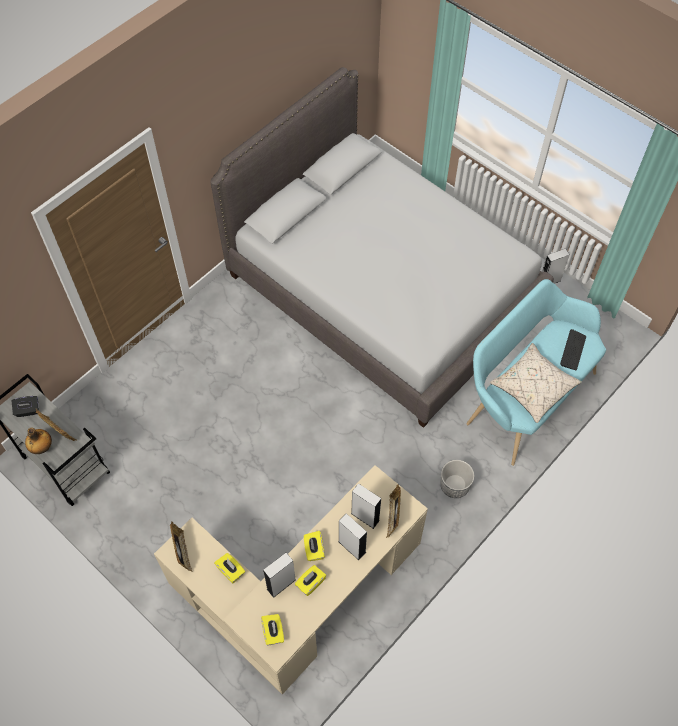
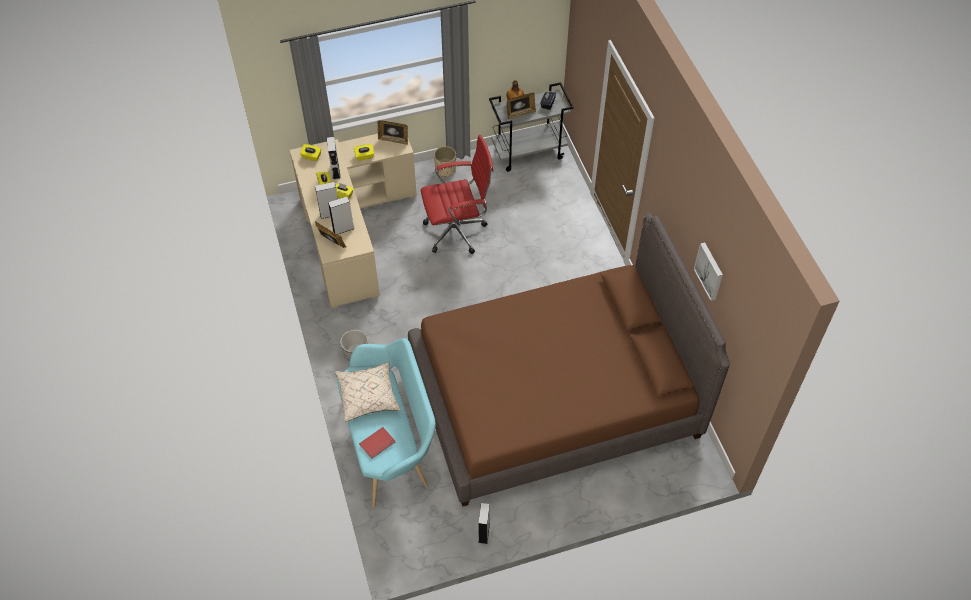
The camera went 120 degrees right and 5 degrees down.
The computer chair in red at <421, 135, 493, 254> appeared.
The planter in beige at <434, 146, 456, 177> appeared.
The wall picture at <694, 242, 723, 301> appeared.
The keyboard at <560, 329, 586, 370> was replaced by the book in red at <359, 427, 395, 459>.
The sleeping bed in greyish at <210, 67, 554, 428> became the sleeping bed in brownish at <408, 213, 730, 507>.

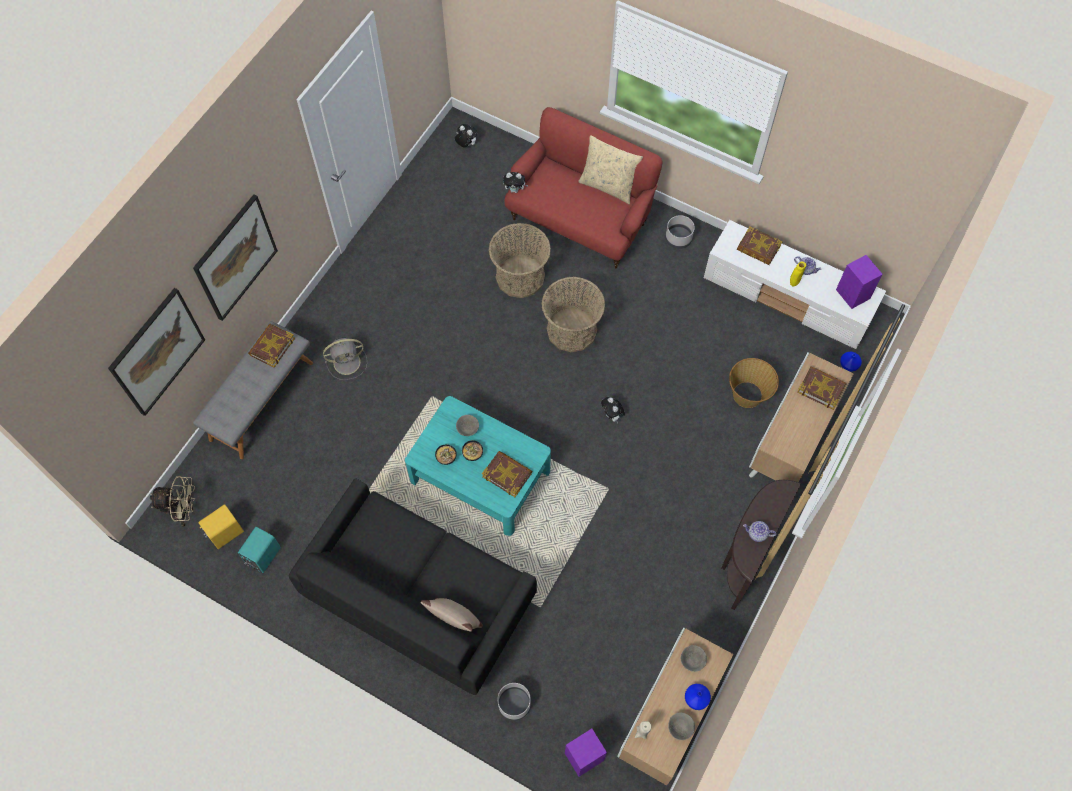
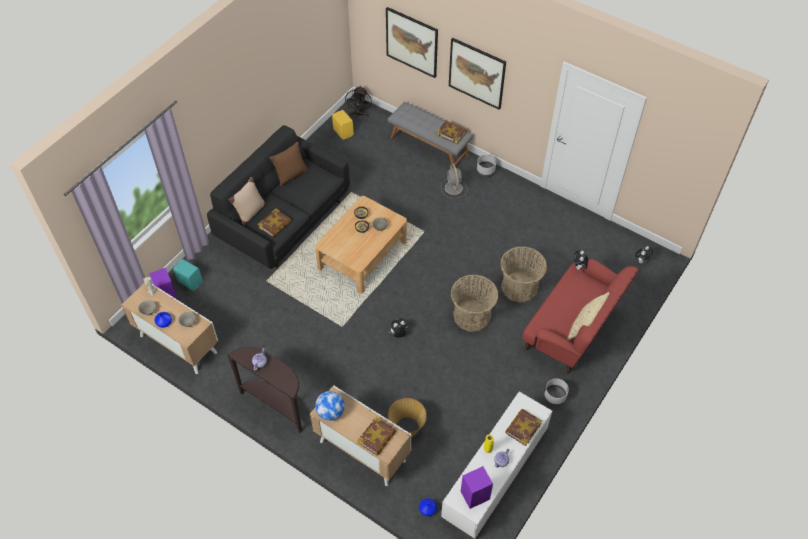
The camera went 95 degrees right and 10 degrees down.
The throw pillow in brownish at <269, 142, 308, 186> appeared.
The desk globe at <315, 391, 345, 421> appeared.
The loudspeaker in turquoise-coloured moved from <238, 527, 281, 573> to <173, 259, 203, 291>.
The book moved from <482, 451, 532, 497> to <258, 209, 291, 237>.
The planter in greyish moved from <497, 683, 531, 721> to <477, 154, 496, 177>.
The fan in beige at <150, 476, 195, 527> became the fan in black-coloured at <345, 86, 372, 117>.
The lounge table in turquoise-coloured at <405, 396, 551, 536> became the lounge table in beige at <315, 196, 407, 294>.

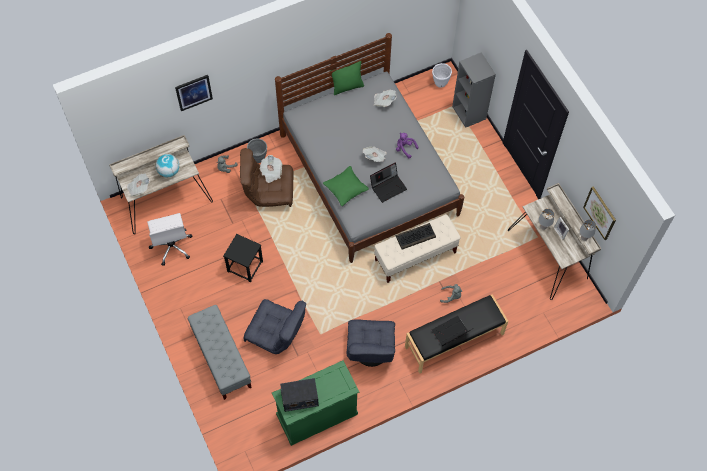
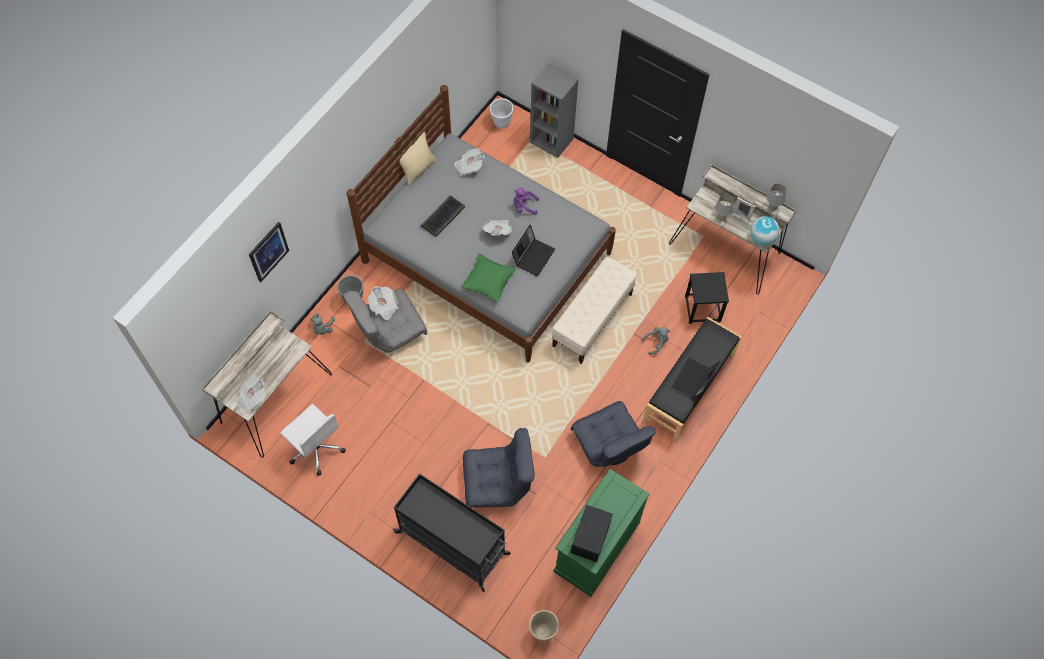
The camera went 30 degrees left and 0 degrees up.
The wall picture at <583, 186, 616, 240> disappeared.
The planter in beige at <529, 610, 559, 642> appeared.
The desk globe moved from <156, 154, 179, 177> to <750, 216, 780, 245>.
The sitting stool in black-coloured moved from <223, 234, 263, 282> to <685, 272, 729, 324>.
The keyboard moved from <396, 223, 436, 250> to <421, 195, 465, 237>.
The long seat in greyish at <188, 305, 252, 400> was replaced by the trolley in black-coloured at <393, 473, 510, 592>.
The easy chair in brownish at <240, 148, 293, 207> became the easy chair in greyish at <344, 289, 427, 353>.
The throw pillow in green-coloured at <330, 61, 364, 95> became the throw pillow in beige at <397, 132, 436, 185>.
The radio set at <280, 378, 319, 412> turned 150 degrees clockwise.

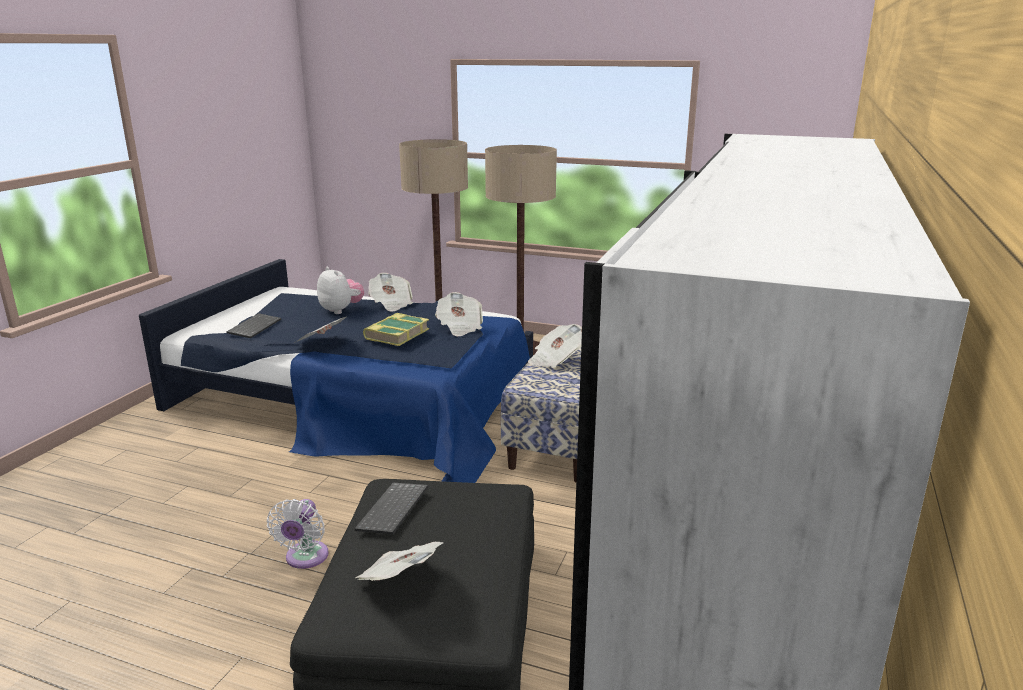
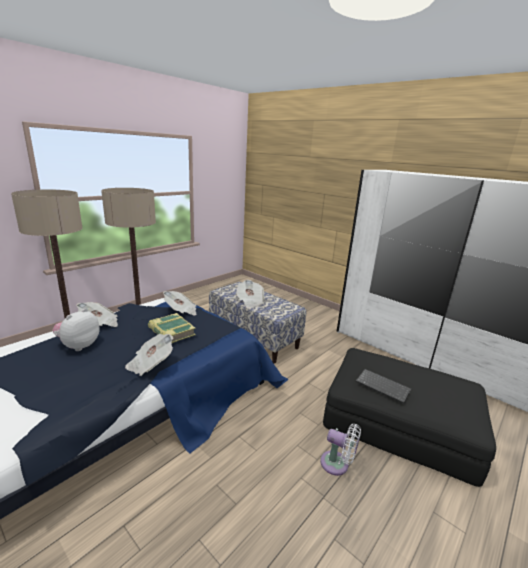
The camera went 70 degrees left and 0 degrees up.
The keyboard at <226, 313, 281, 338> disappeared.
The newspaper at <356, 542, 444, 581> disappeared.
The plush toy at <317, 267, 364, 314> turned 45 degrees counterclockwise.

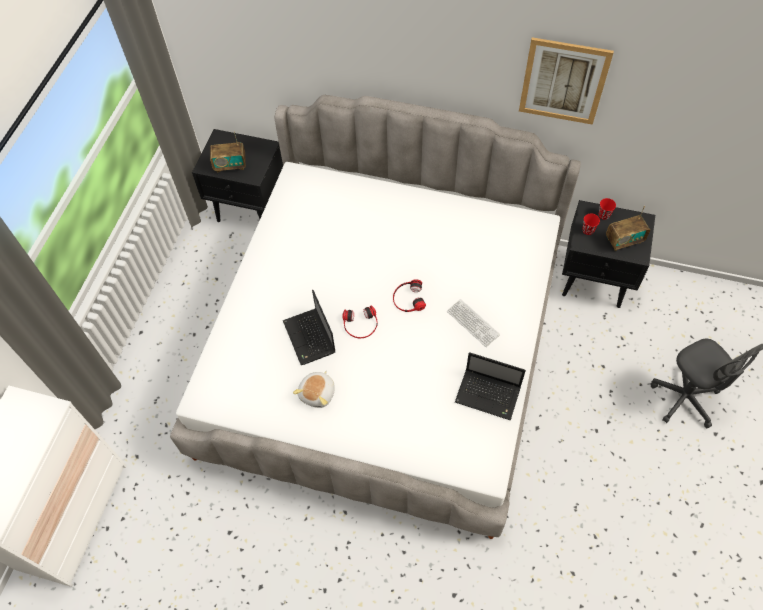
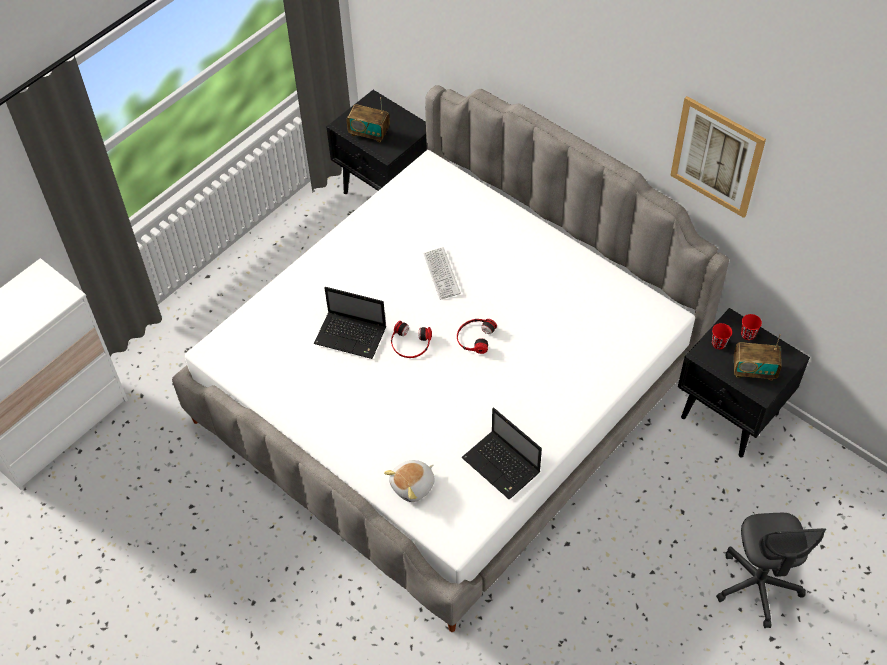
The camera went 25 degrees right and 5 degrees down.
The plush toy moved from <293, 370, 335, 408> to <384, 460, 435, 502>.
The keyboard moved from <447, 299, 500, 347> to <423, 247, 461, 300>.
The notebook computer at <283, 290, 335, 365> turned 75 degrees counterclockwise.

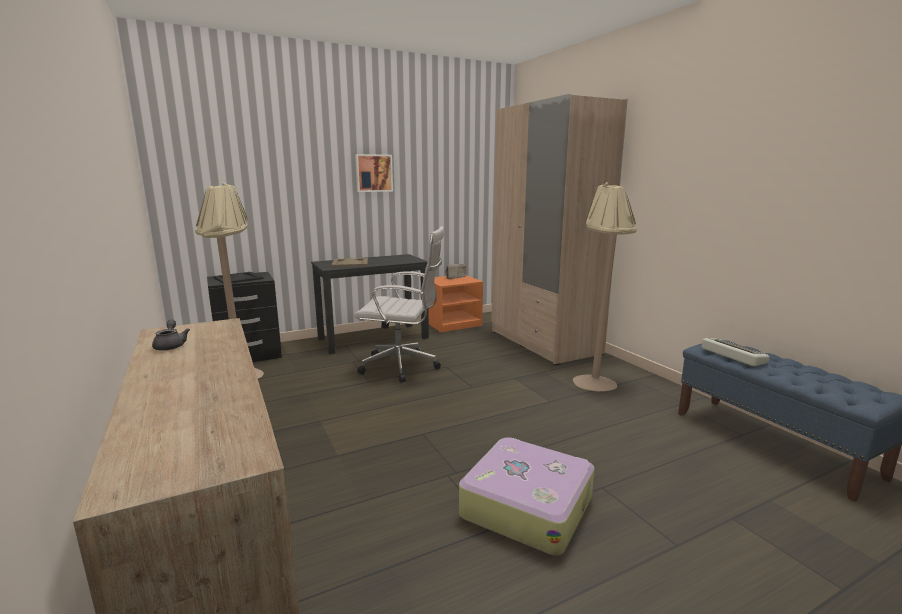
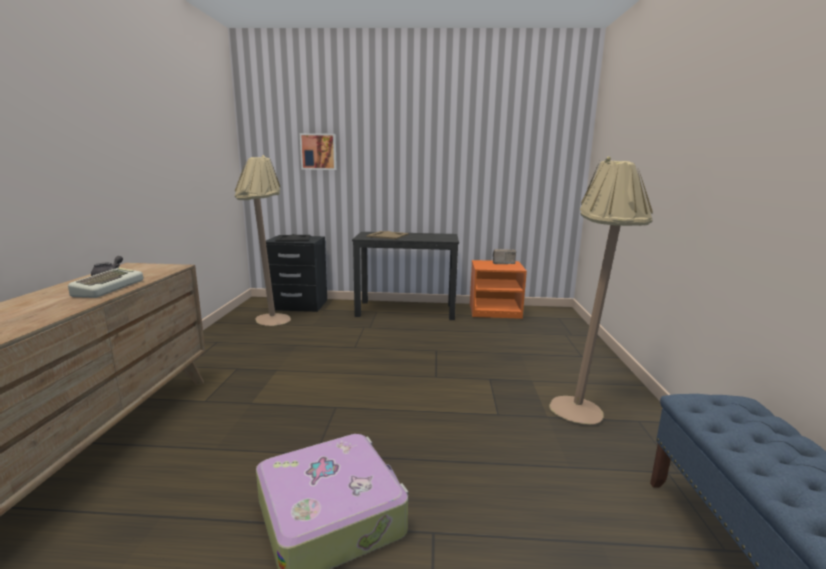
The camera went 30 degrees right and 0 degrees up.
The computer chair in white-coloured at <354, 226, 444, 383> disappeared.
The wardrobe in beige at <491, 94, 628, 365> disappeared.
The wall picture moved from <355, 154, 393, 192> to <300, 133, 337, 170>.
The keyboard moved from <702, 338, 770, 366> to <68, 268, 143, 298>.

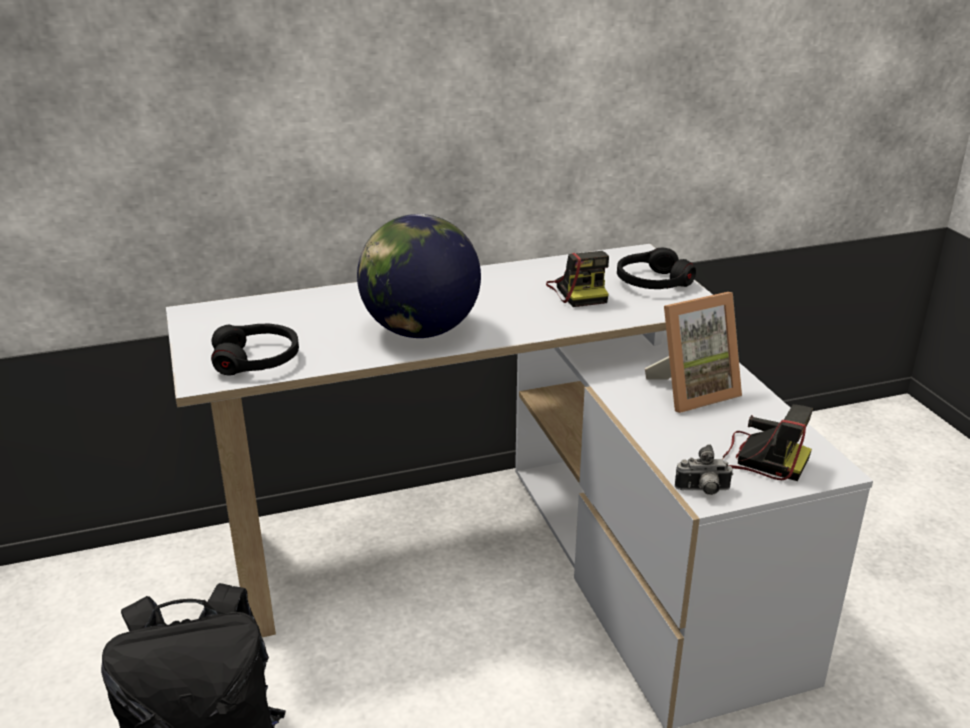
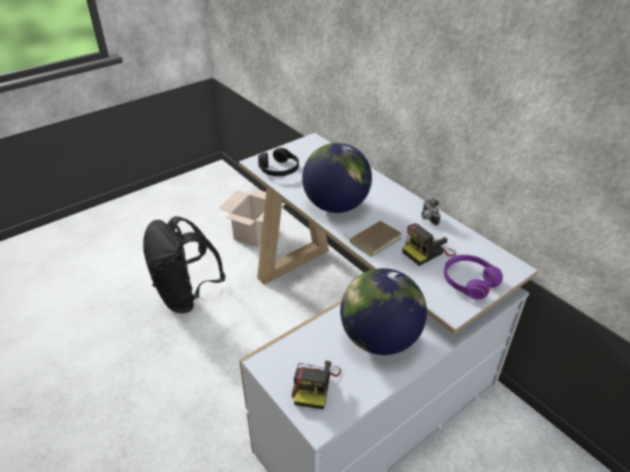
The camera went 70 degrees right and 10 degrees up.
The packing box at <219, 189, 286, 247> appeared.
The book in brownish at <344, 221, 402, 257> appeared.
The photo camera moved from <675, 444, 733, 495> to <421, 198, 441, 225>.
The standing frame at <645, 292, 742, 413> was replaced by the desk globe at <340, 268, 427, 355>.
The headphones in black-coloured at <617, 248, 696, 289> became the headphones in purplish at <444, 255, 503, 300>.

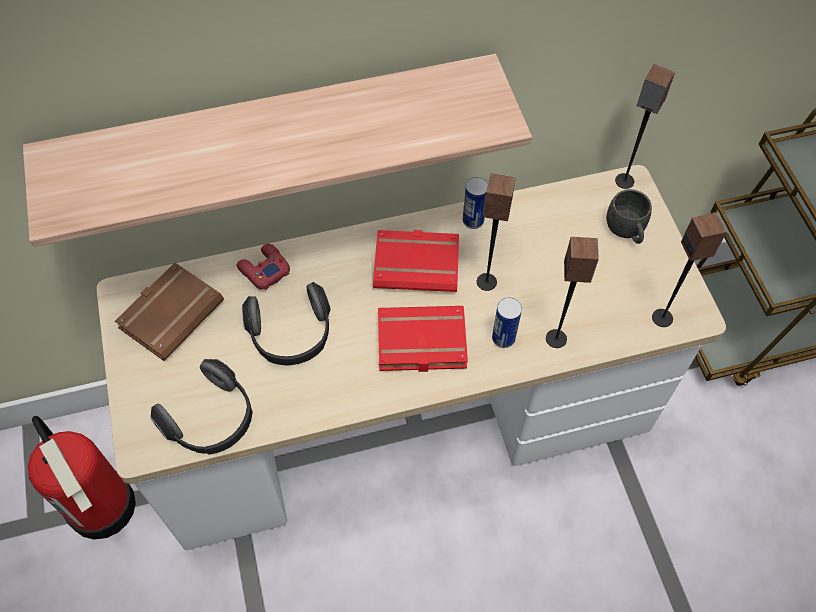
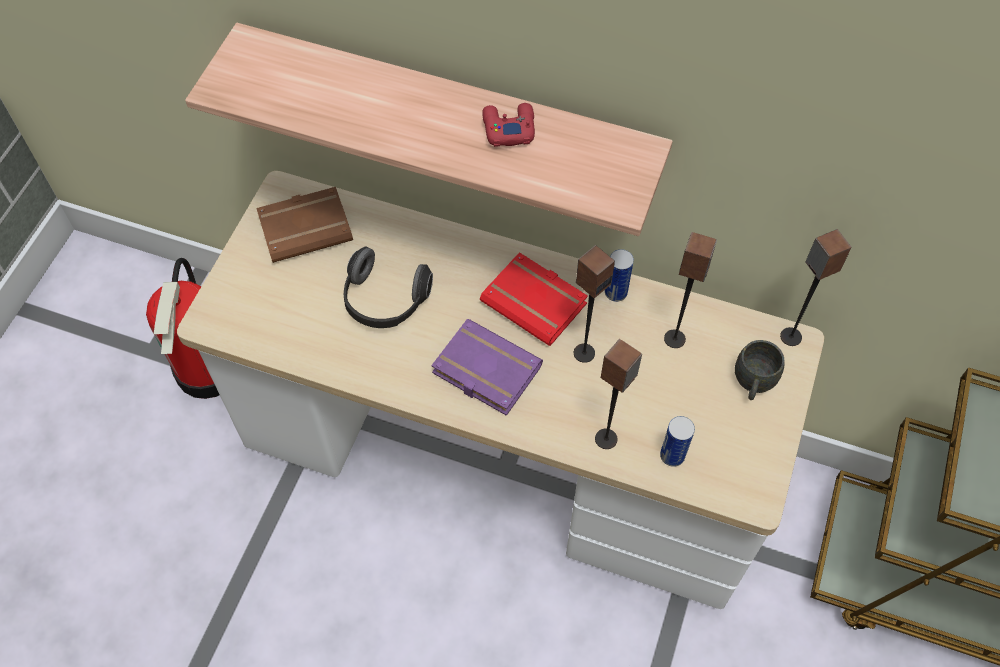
The camera went 35 degrees right and 0 degrees up.
The headphones at <150, 359, 253, 454> disappeared.
The gamepad in red moved from <236, 243, 290, 290> to <482, 103, 535, 147>.
The can moved from <492, 297, 522, 348> to <660, 416, 695, 467>.
The loudspeaker moved from <652, 213, 727, 327> to <664, 232, 717, 348>.
The book in red at <378, 306, 468, 372> became the book in purplish at <431, 319, 543, 416>.

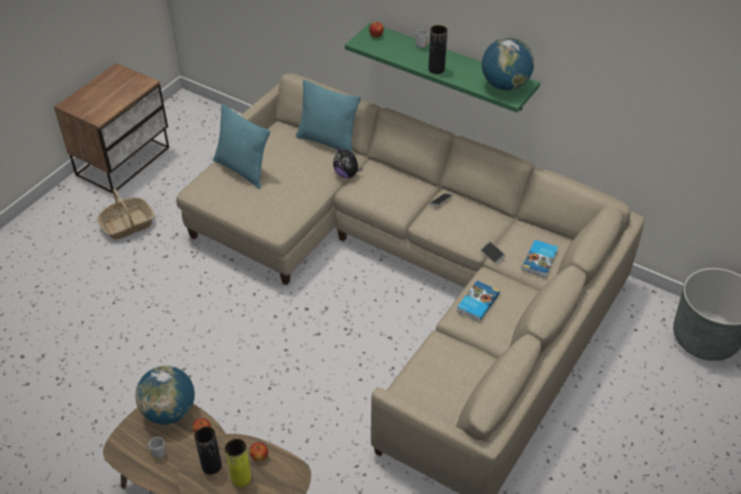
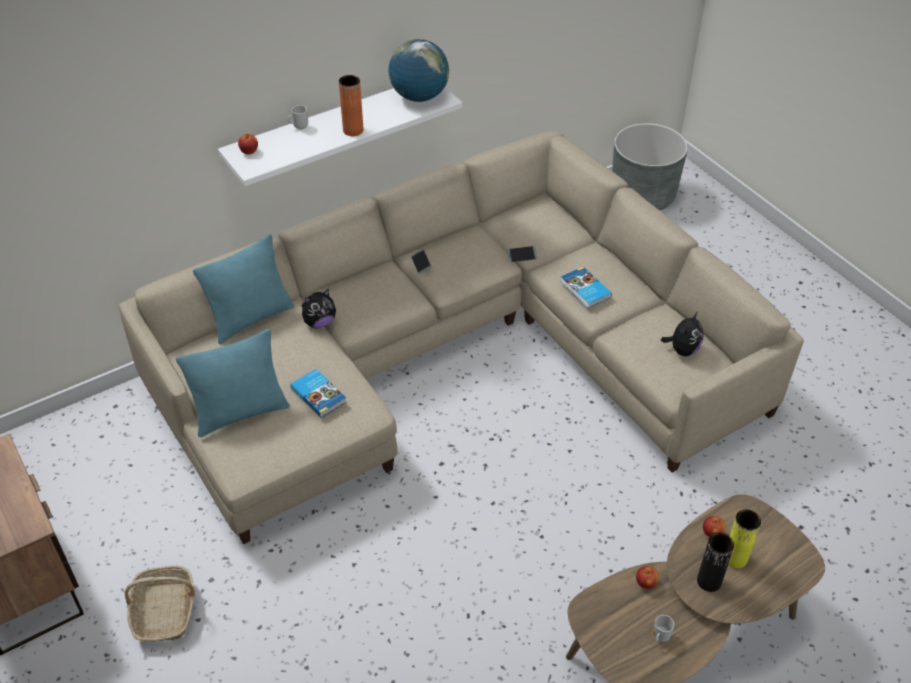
The camera went 65 degrees left and 0 degrees up.
The desk globe at <135, 366, 195, 425> disappeared.
The plush toy at <661, 311, 704, 356> appeared.
The book moved from <522, 240, 558, 277> to <290, 369, 347, 418>.
The wall shelf in green-coloured at <345, 23, 540, 113> became the wall shelf in white-coloured at <218, 88, 462, 186>.
The vase in black-coloured at <428, 25, 447, 74> became the vase in orange at <339, 75, 363, 136>.

